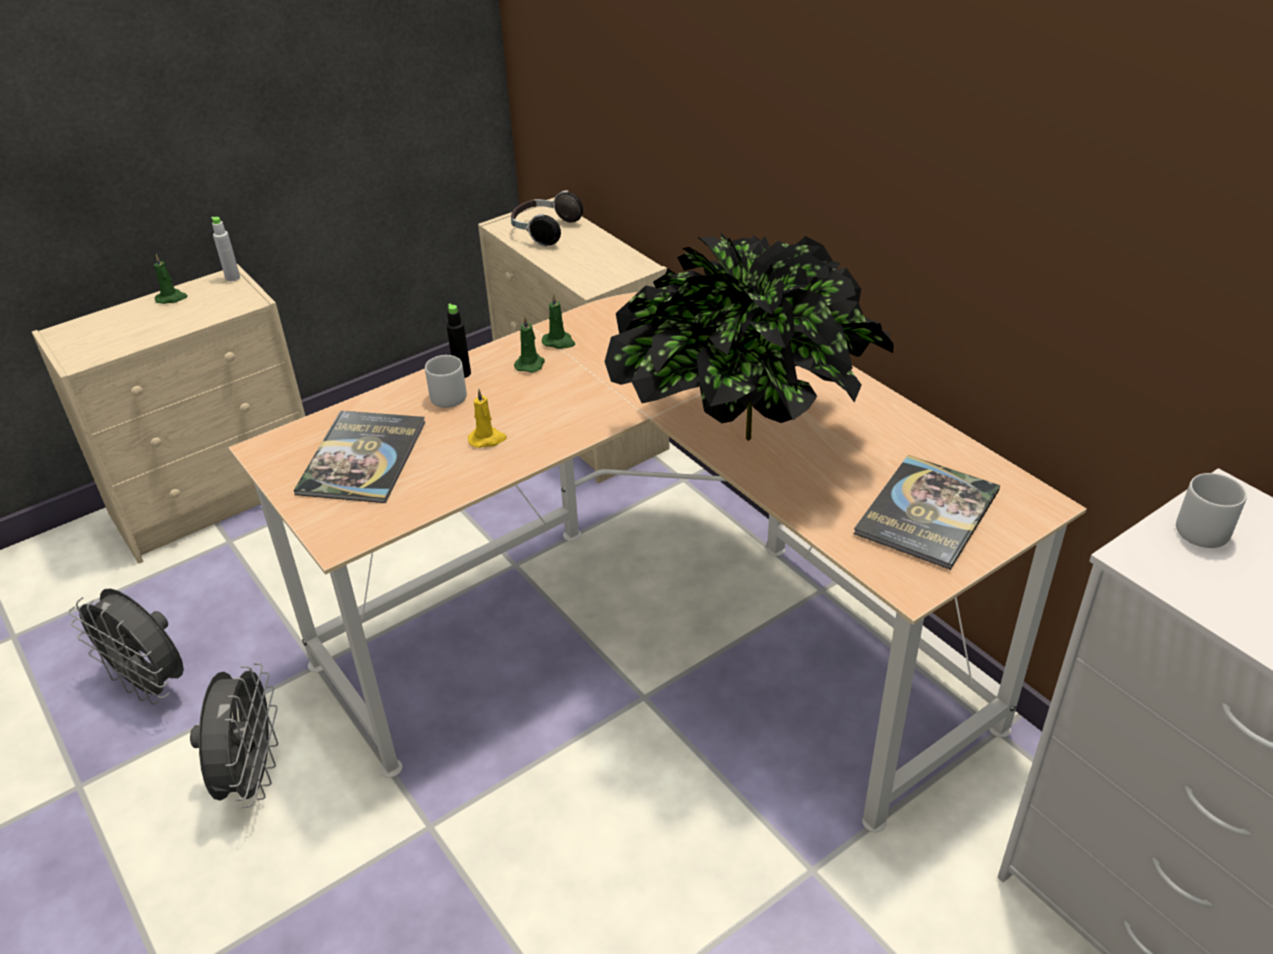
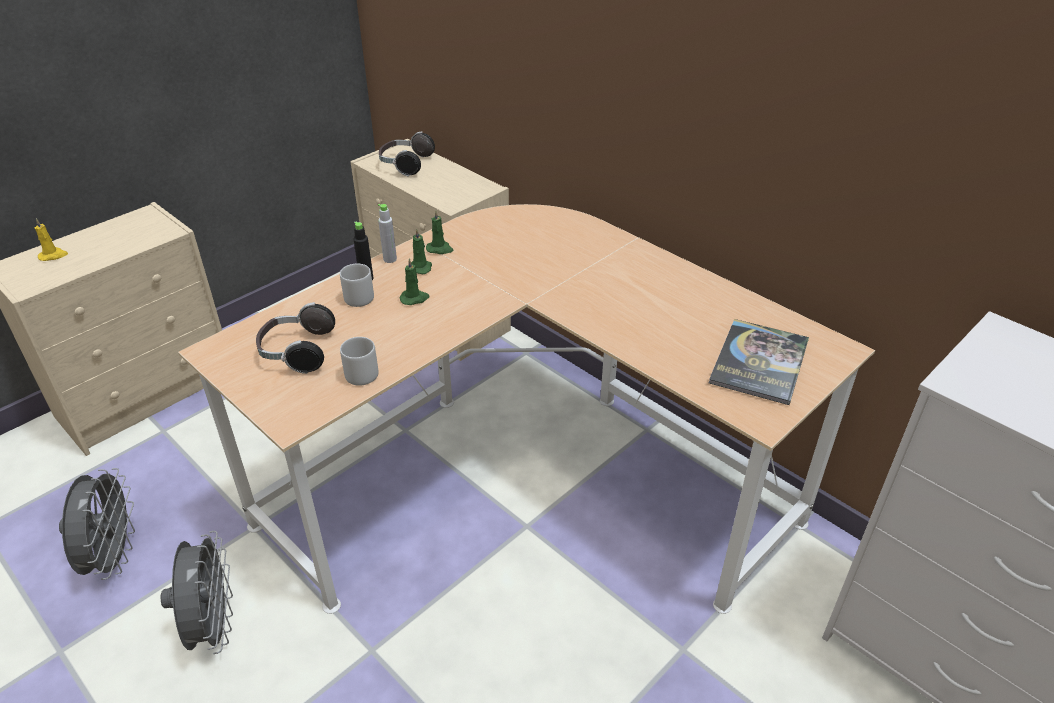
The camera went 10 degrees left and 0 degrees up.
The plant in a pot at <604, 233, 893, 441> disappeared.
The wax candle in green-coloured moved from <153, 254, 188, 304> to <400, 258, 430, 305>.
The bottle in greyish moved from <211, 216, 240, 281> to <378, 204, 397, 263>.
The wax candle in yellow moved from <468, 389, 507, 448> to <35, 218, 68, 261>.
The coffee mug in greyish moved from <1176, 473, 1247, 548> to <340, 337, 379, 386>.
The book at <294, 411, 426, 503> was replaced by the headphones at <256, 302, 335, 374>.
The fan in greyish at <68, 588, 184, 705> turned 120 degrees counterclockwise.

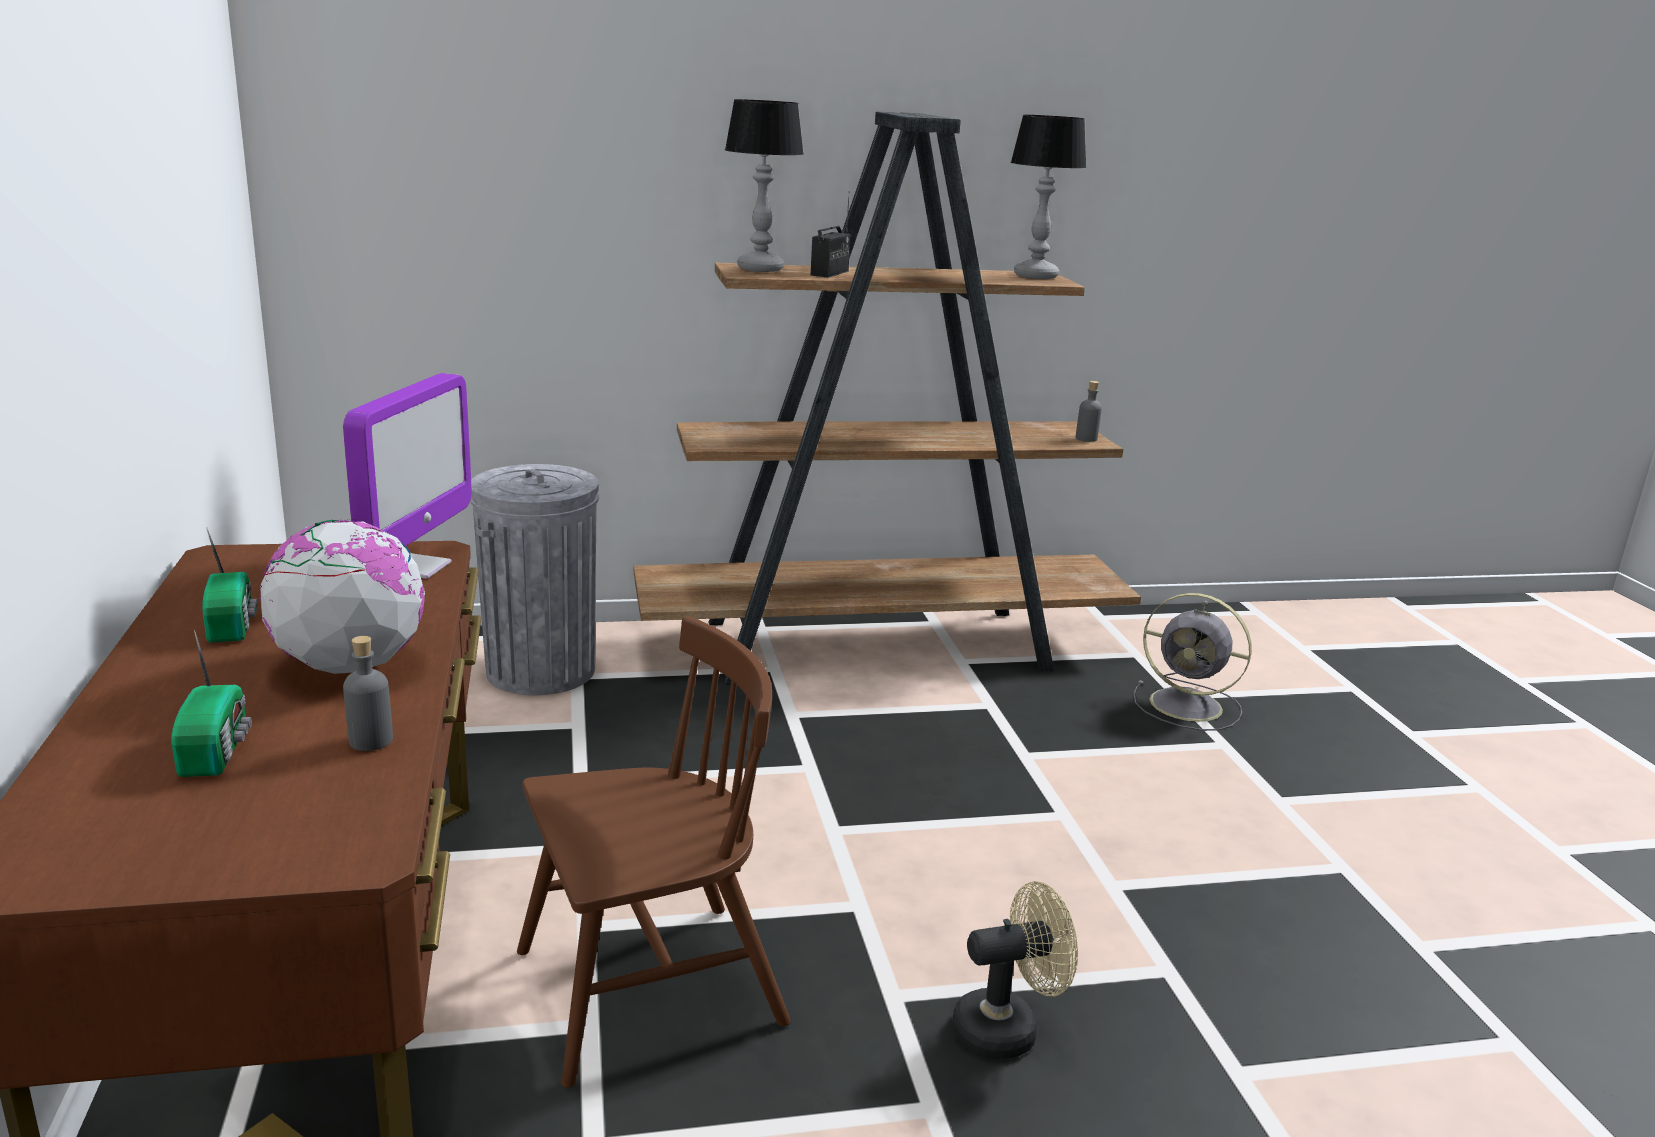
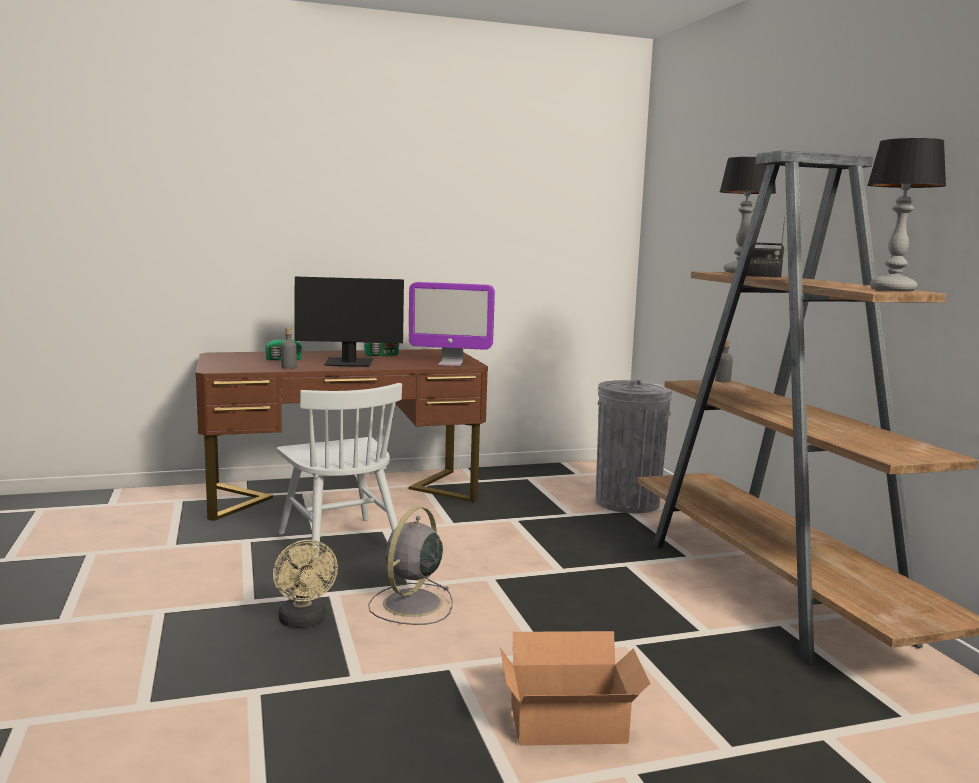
The camera went 85 degrees right and 10 degrees down.
The packing box at <500, 631, 651, 746> appeared.
The bottle in greyish moved from <1076, 381, 1102, 442> to <715, 340, 733, 383>.
The fan in greyish moved from <1133, 593, 1252, 731> to <368, 507, 452, 625>.
The desk globe at <260, 519, 425, 674> was replaced by the computer screen at <295, 276, 404, 367>.
The chair in brownish at <517, 616, 791, 1088> became the chair in white-coloured at <277, 383, 402, 561>.

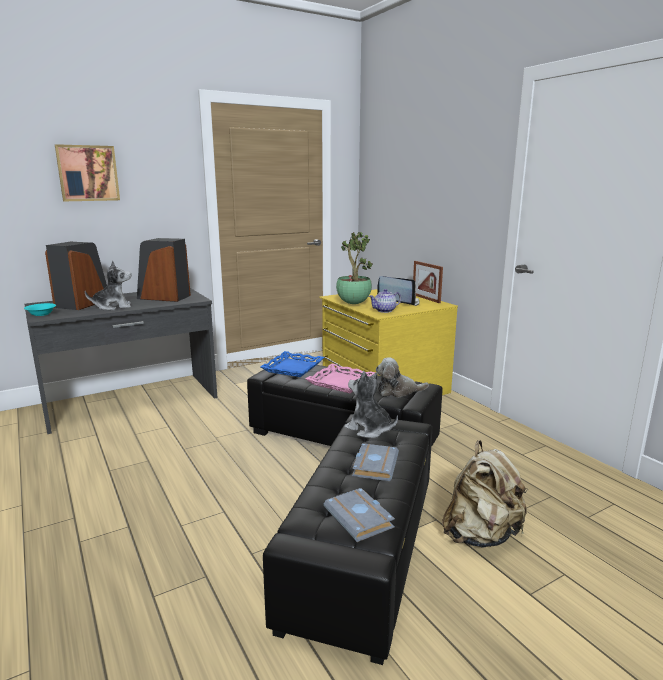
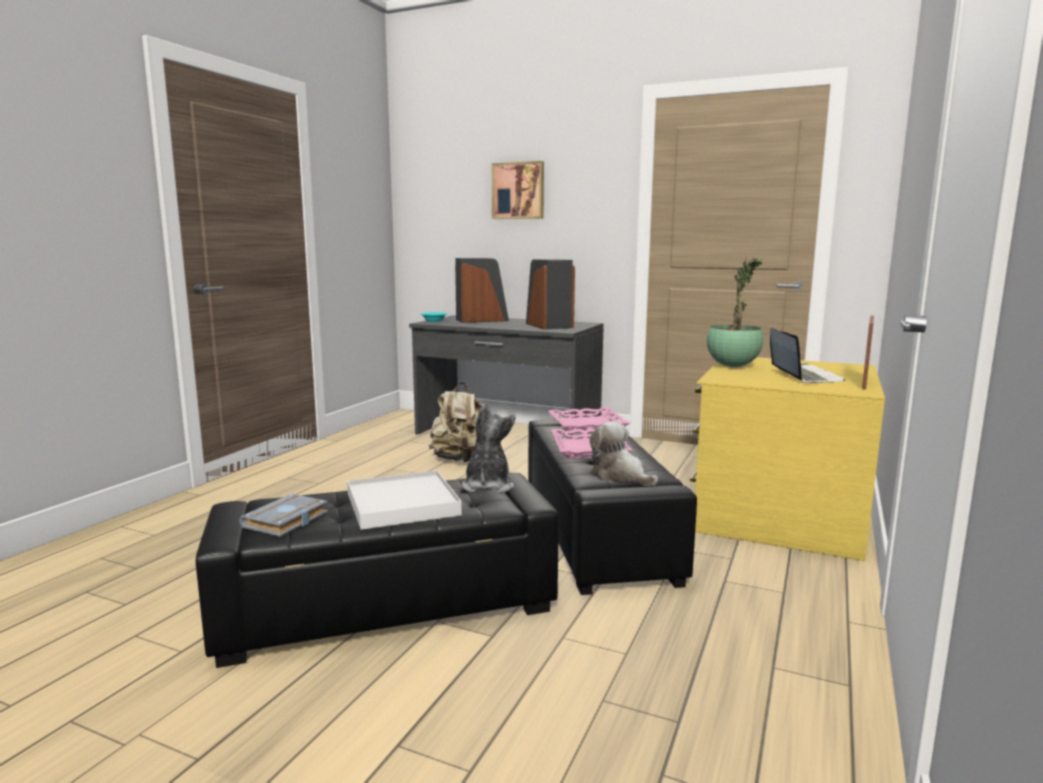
The camera went 55 degrees right and 5 degrees down.
The plush toy at <85, 260, 131, 310> disappeared.
The teapot at <369, 289, 401, 313> disappeared.
The backpack in beige moved from <442, 440, 528, 547> to <429, 382, 481, 462>.
The book in greyish at <352, 443, 399, 481> was replaced by the carrying tray in white-coloured at <347, 470, 462, 530>.
The carrying tray in blue-coloured at <260, 351, 324, 377> became the carrying tray in pinkish at <548, 407, 630, 431>.

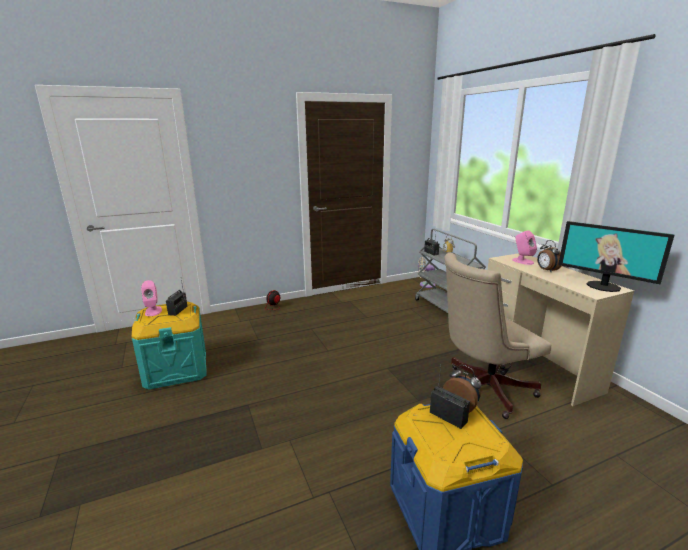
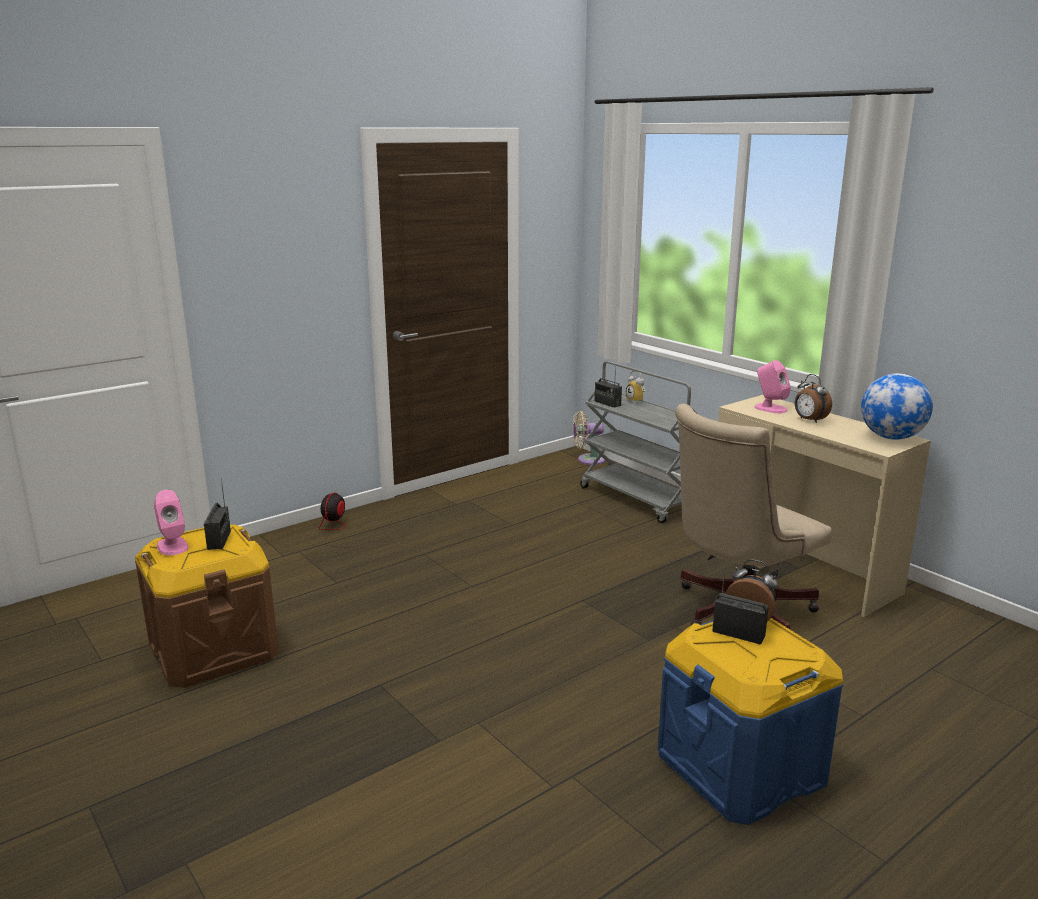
The camera went 15 degrees left and 0 degrees up.
The computer screen at <558, 221, 675, 292> was replaced by the desk globe at <861, 373, 933, 440>.
The storage box in turquoise-coloured at <131, 302, 207, 390> became the storage box in brownish at <135, 524, 278, 688>.

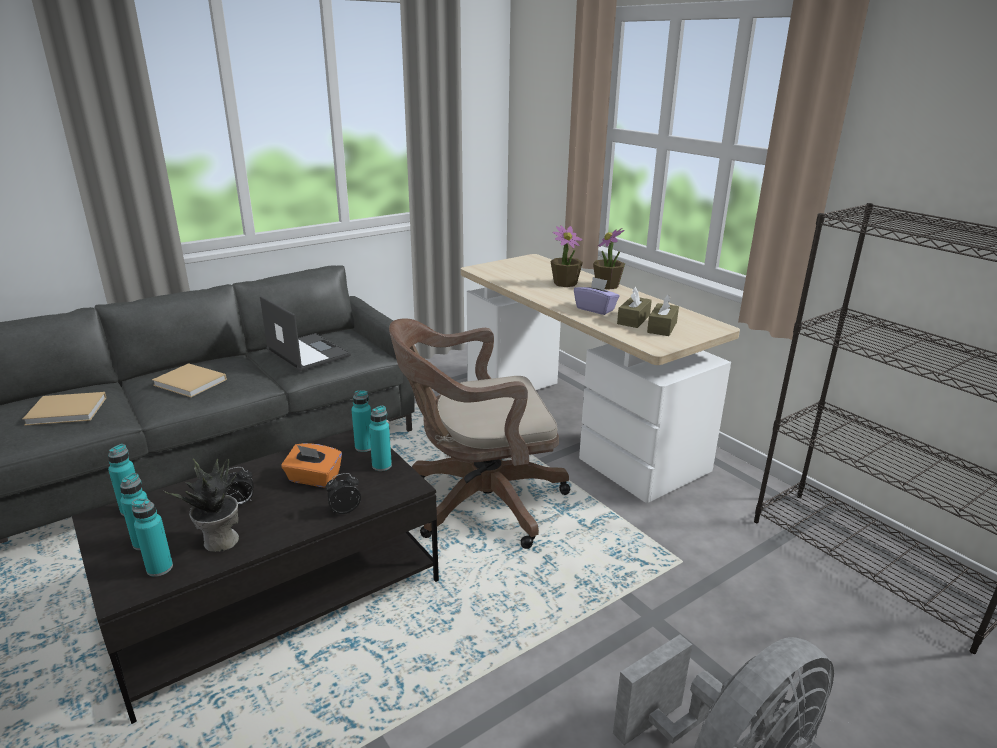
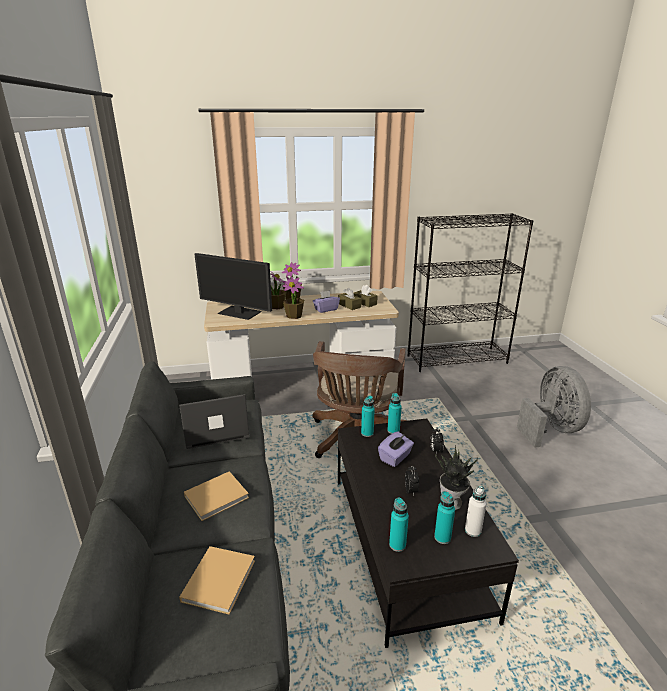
The camera went 65 degrees left and 0 degrees up.
The computer screen at <194, 253, 272, 320> appeared.
The plant in a pot at <282, 277, 304, 319> appeared.
The bottle in turquoise-coloured at <131, 498, 173, 577> became the bottle in white-coloured at <465, 486, 487, 537>.
The box of tissues in orange at <281, 443, 342, 488> became the box of tissues in purplish at <378, 432, 414, 467>.

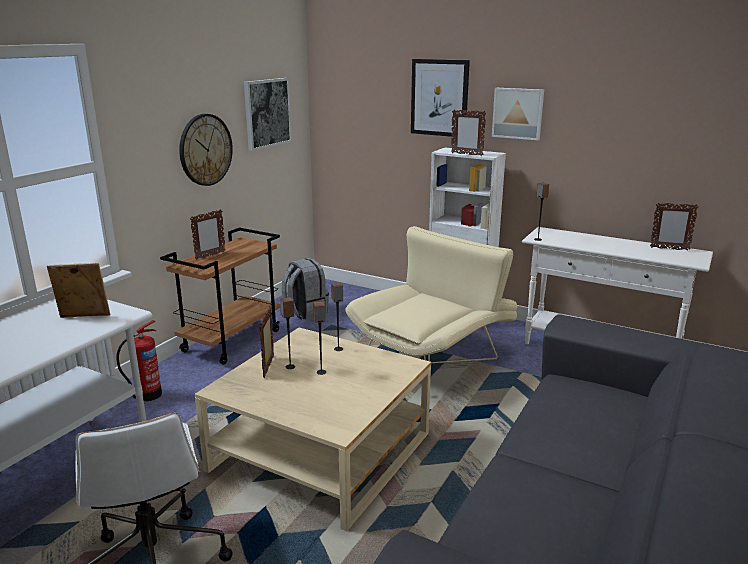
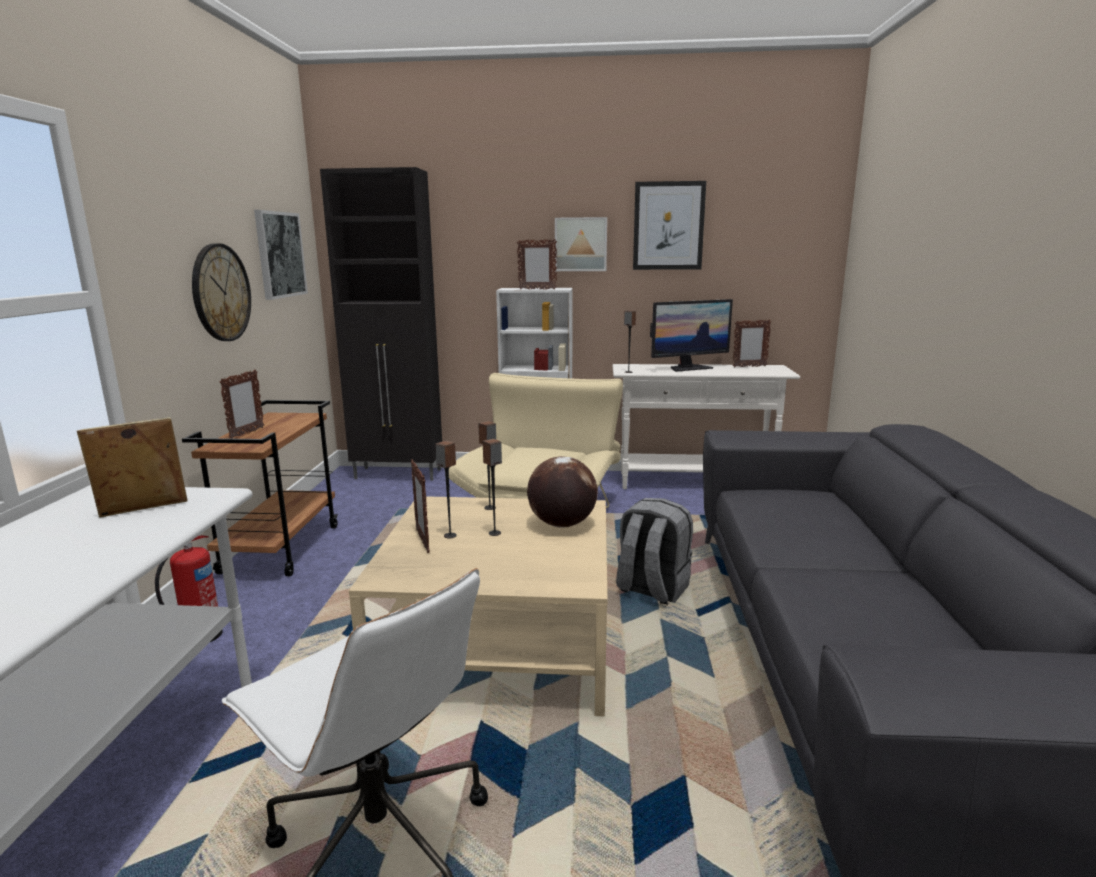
The camera went 25 degrees left and 5 degrees down.
The cabinet in black-coloured at <320, 167, 442, 481> appeared.
The desk globe at <527, 456, 598, 528> appeared.
The computer screen at <650, 299, 733, 372> appeared.
The backpack in greyish moved from <282, 258, 329, 320> to <616, 498, 693, 605>.
The wall picture moved from <411, 59, 470, 137> to <633, 181, 706, 270>.

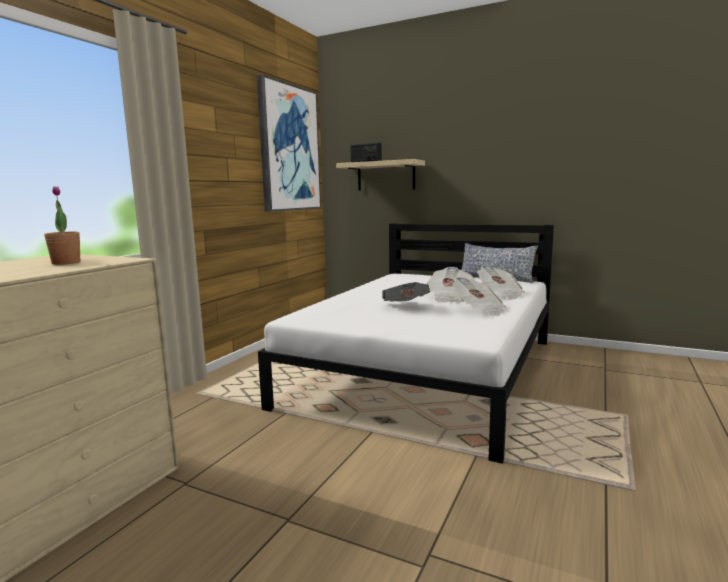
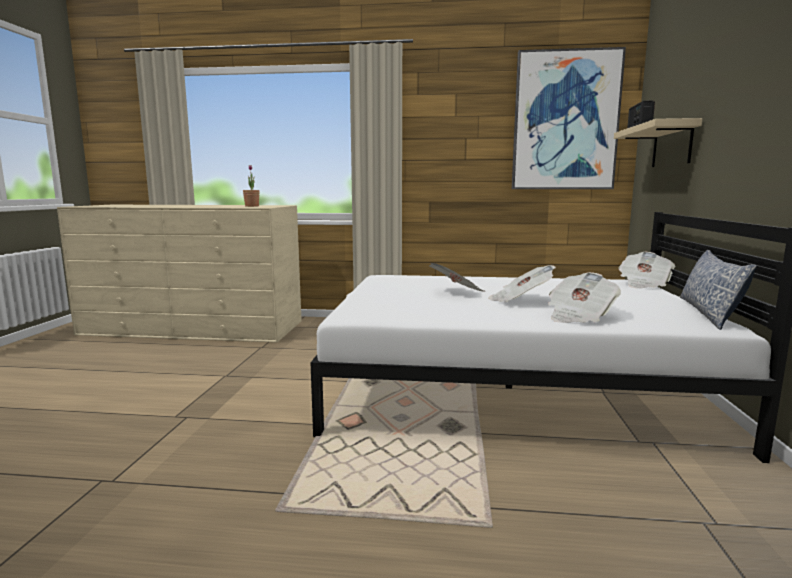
The camera went 70 degrees right and 0 degrees up.
The newspaper moved from <453, 277, 507, 316> to <618, 252, 675, 289>.

